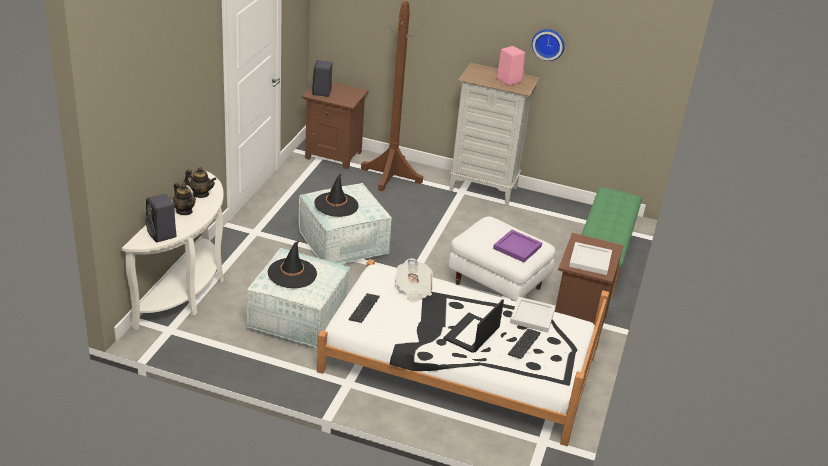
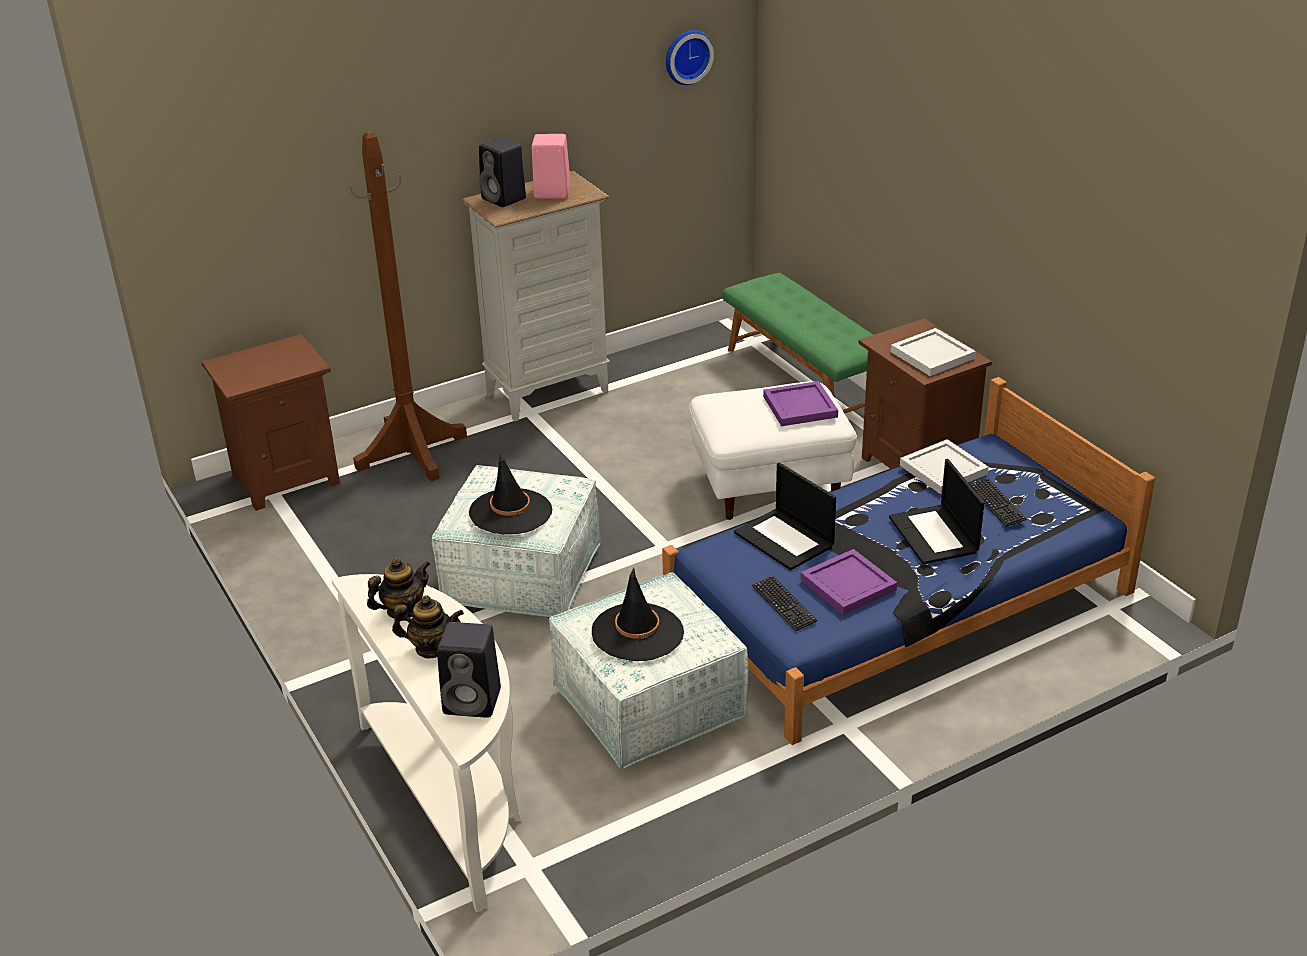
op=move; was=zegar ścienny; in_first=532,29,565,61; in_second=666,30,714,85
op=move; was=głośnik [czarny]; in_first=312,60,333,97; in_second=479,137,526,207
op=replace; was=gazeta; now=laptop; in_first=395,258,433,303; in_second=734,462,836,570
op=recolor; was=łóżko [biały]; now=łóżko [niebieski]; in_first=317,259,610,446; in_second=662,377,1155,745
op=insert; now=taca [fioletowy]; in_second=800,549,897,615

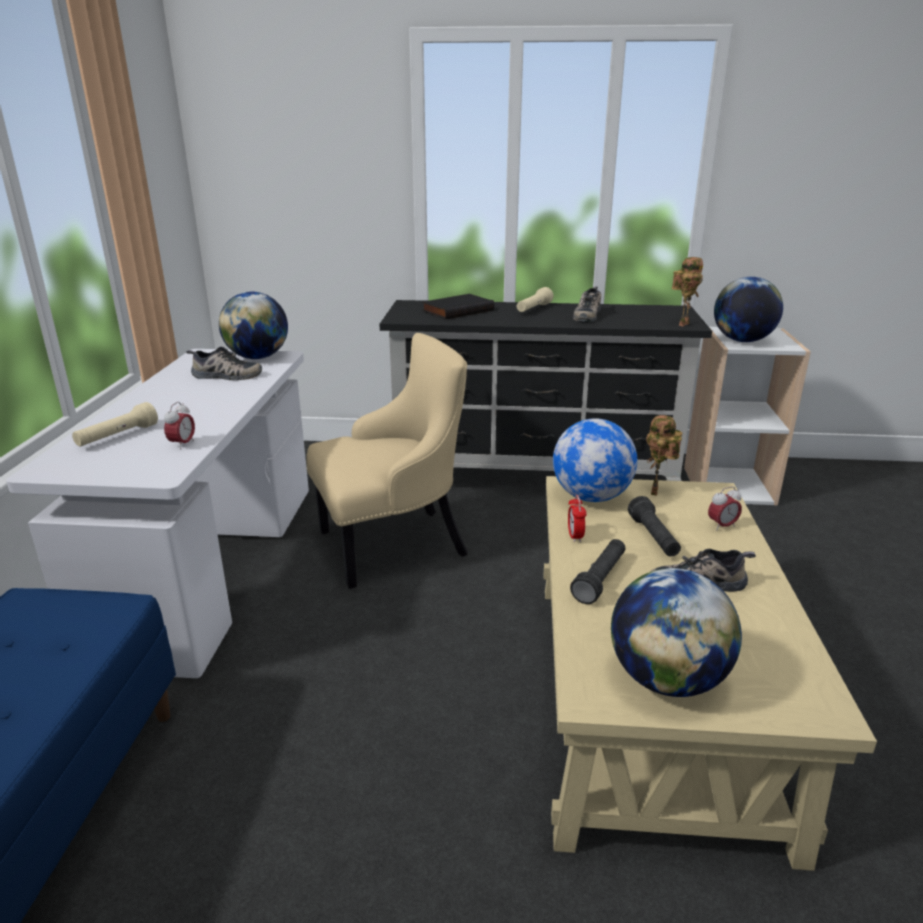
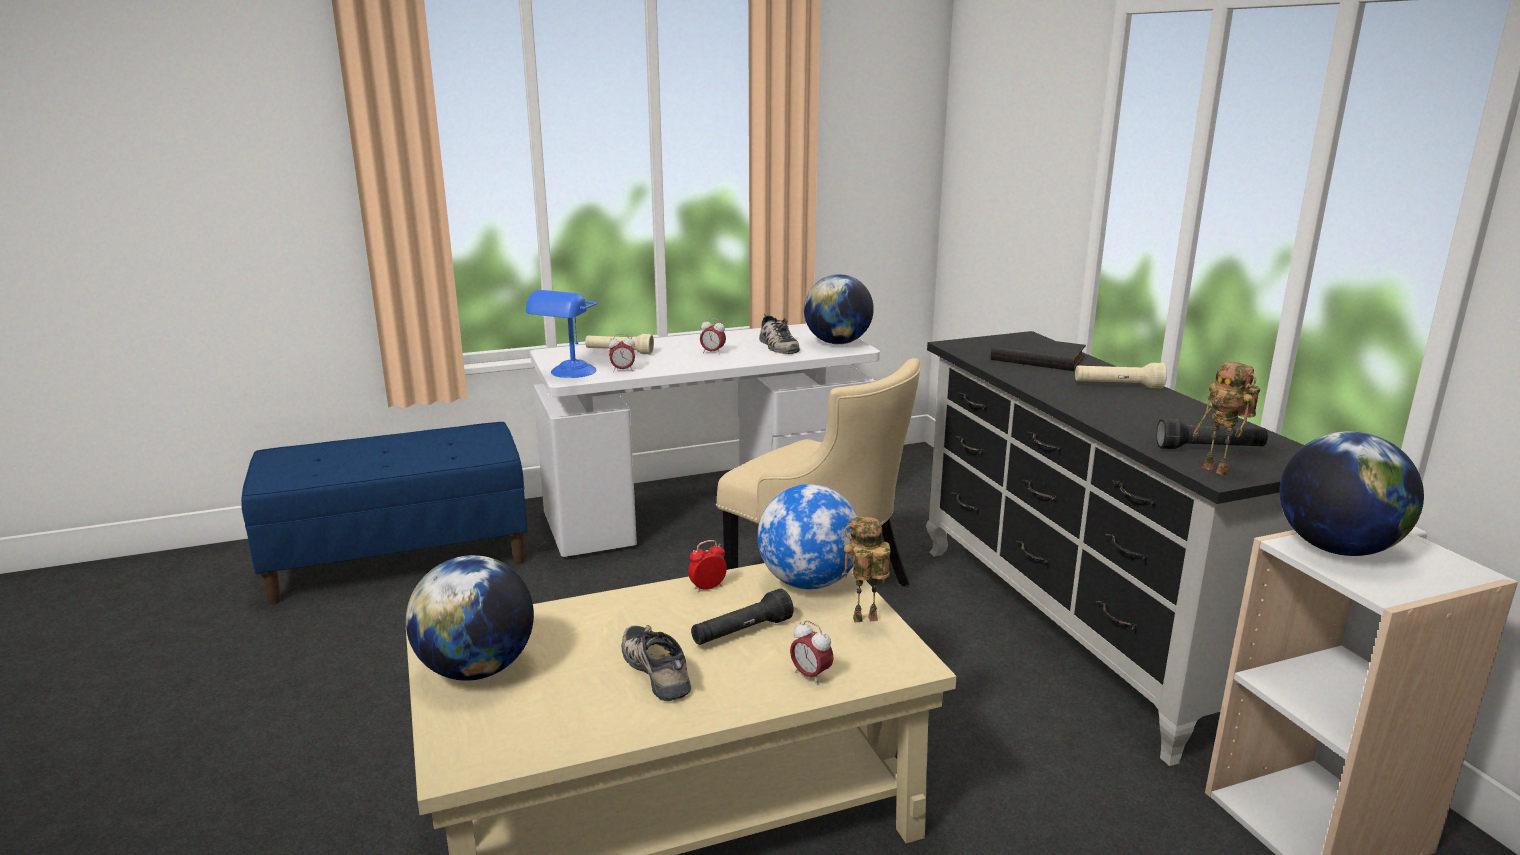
op=rotate; was=robot zabawkowy; in_first=672,257,703,326; in_second=1193,362,1260,475; clockwise=45
op=delete; was=but; in_first=573,286,601,322
op=move; was=latarka [czarny]; in_first=570,539,625,604; in_second=1156,419,1268,449
op=insert; now=lampa stołowa [niebieski]; in_second=526,290,597,378
op=insert; now=budzik; in_second=700,318,726,355

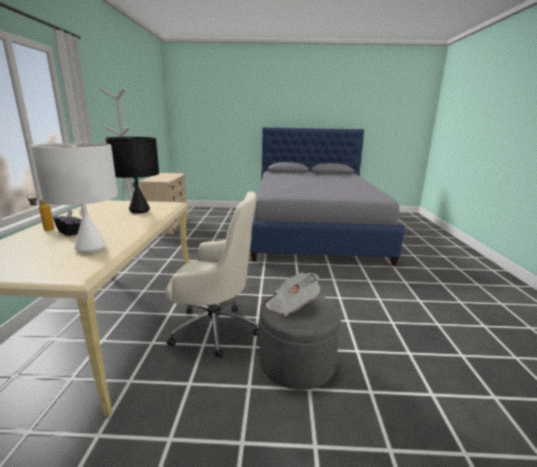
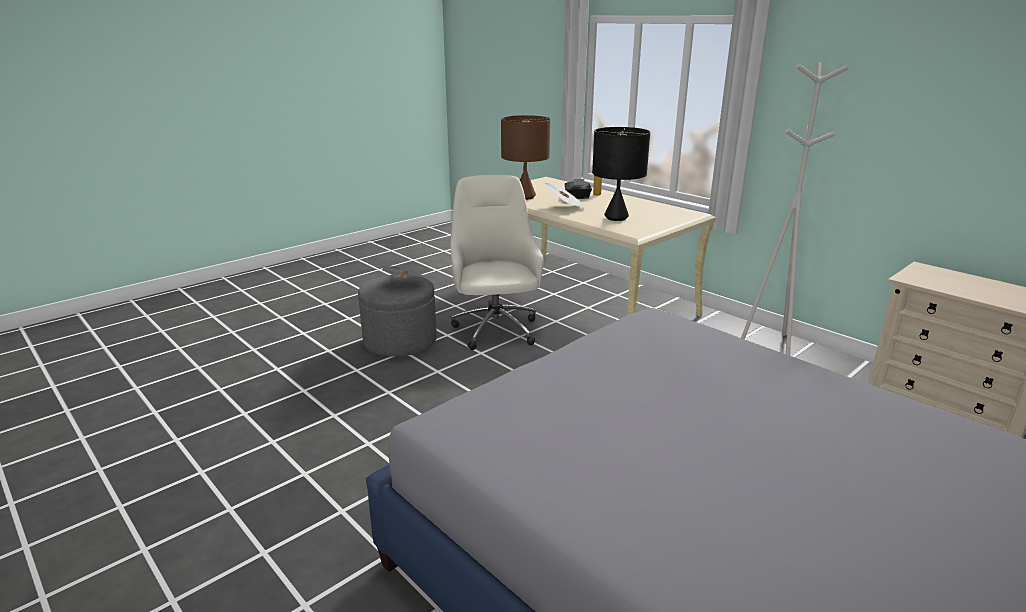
op=recolor; was=lampa stołowa [biały]; now=lampa stołowa [brązowy]; in_first=31,143,118,253; in_second=501,115,550,200
op=rotate; was=krzesło biurowe [beżowy]; in_first=166,192,260,358; in_second=450,175,543,350; clockwise=120
op=insert; now=gazeta; in_second=544,182,587,210

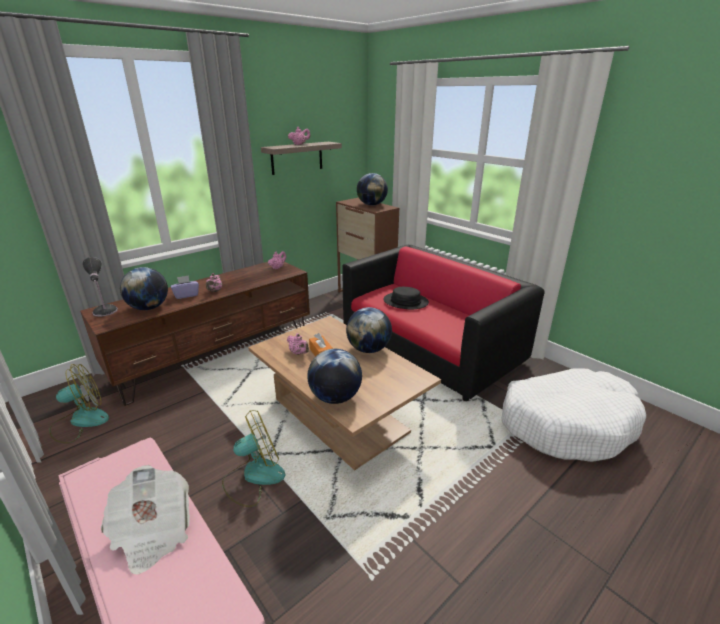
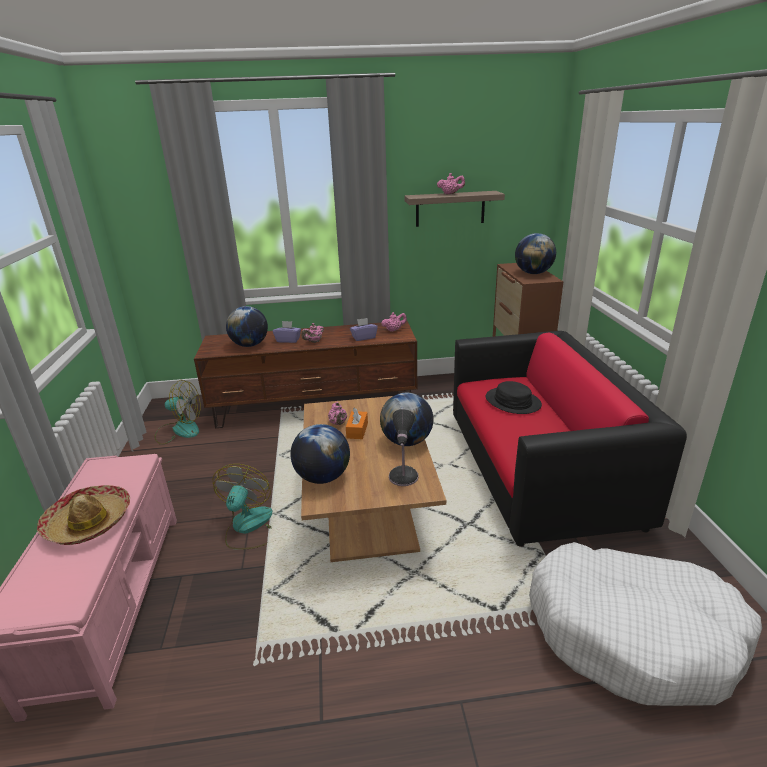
op=move; was=lampa stołowa; in_first=82,257,118,317; in_second=389,409,419,486
op=rotate; was=wentylator; in_first=222,410,286,507; in_second=212,464,273,550; clockwise=-90
op=replace; was=gazeta; now=kapelusz; in_first=101,465,190,575; in_second=37,485,130,545
op=insert; now=pudełko chusteczek [fioletowy]; in_second=350,318,378,341

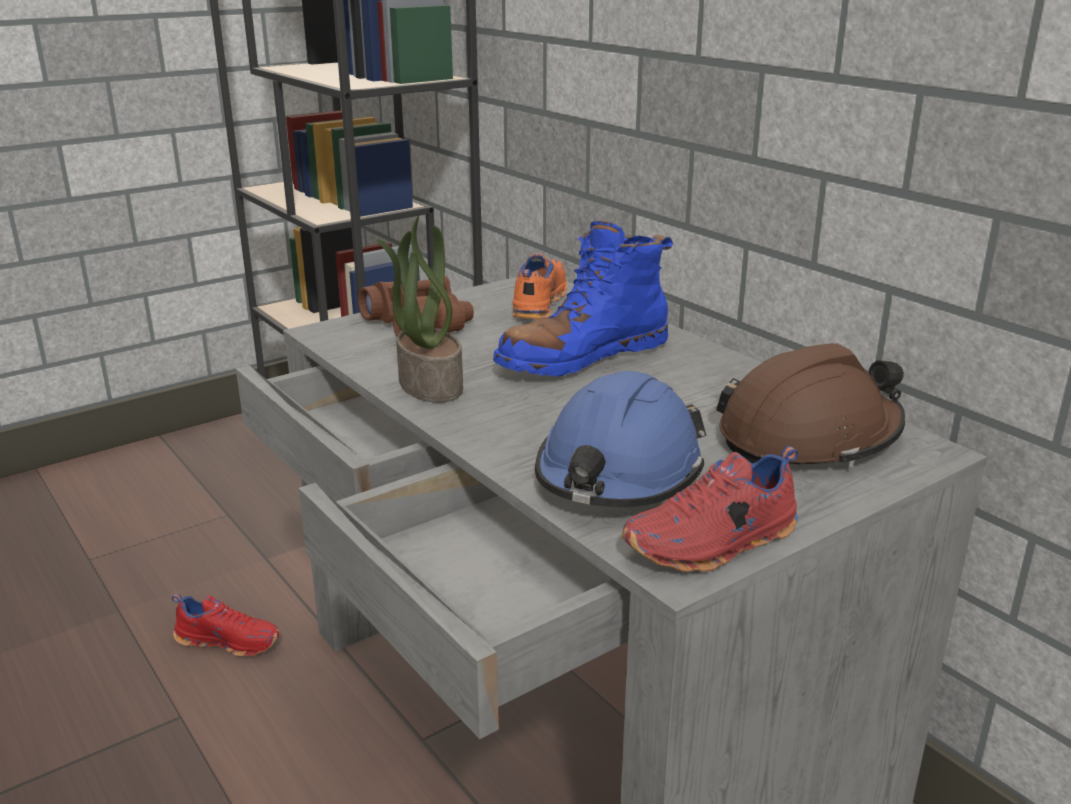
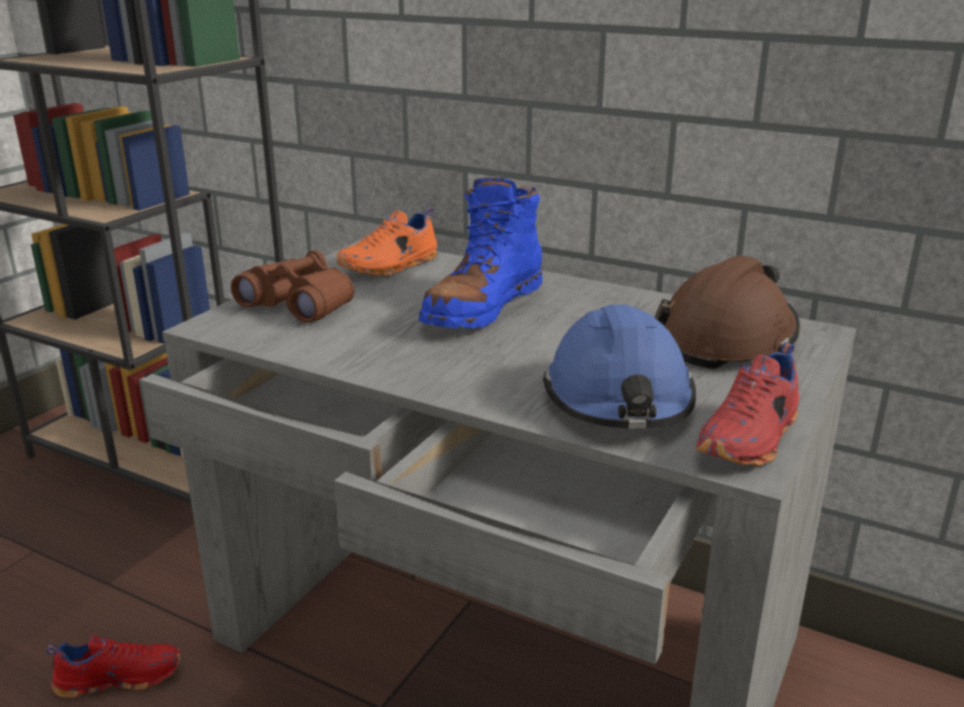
op=delete; was=roślina doniczkowa; in_first=376,216,463,403
op=rotate; was=but [pomarańczowy]; in_first=512,254,567,320; in_second=336,207,439,276; clockwise=-120

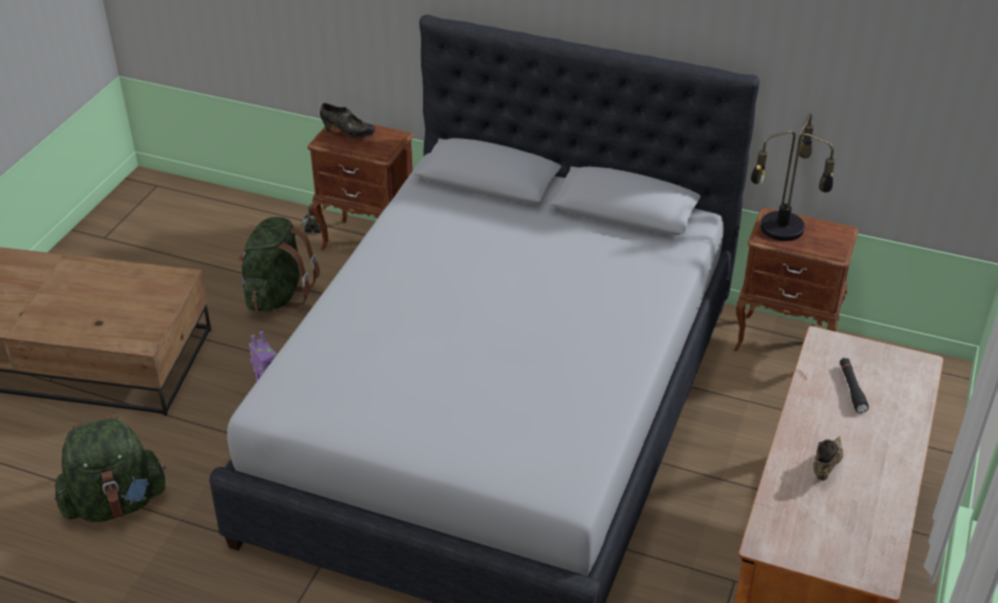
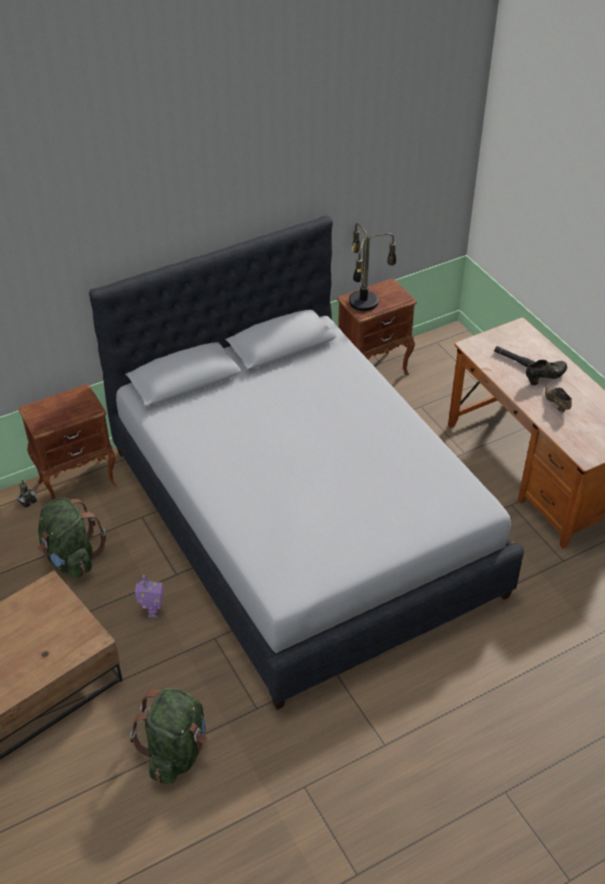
op=move; was=but [czarny]; in_first=320,103,375,138; in_second=526,360,567,385

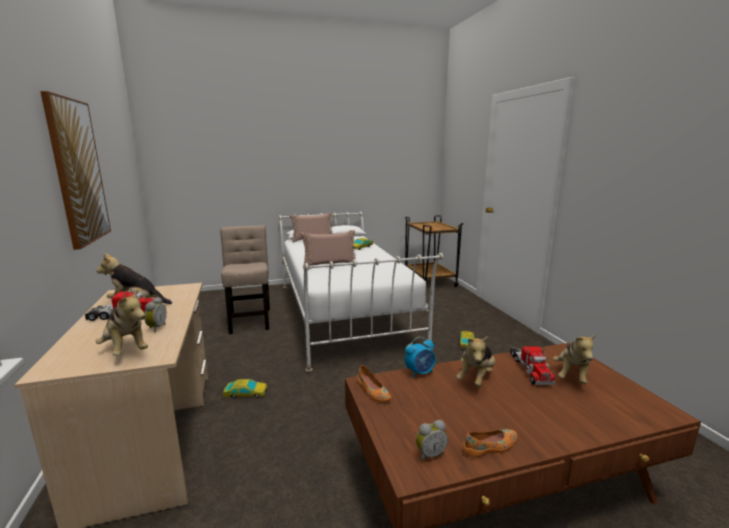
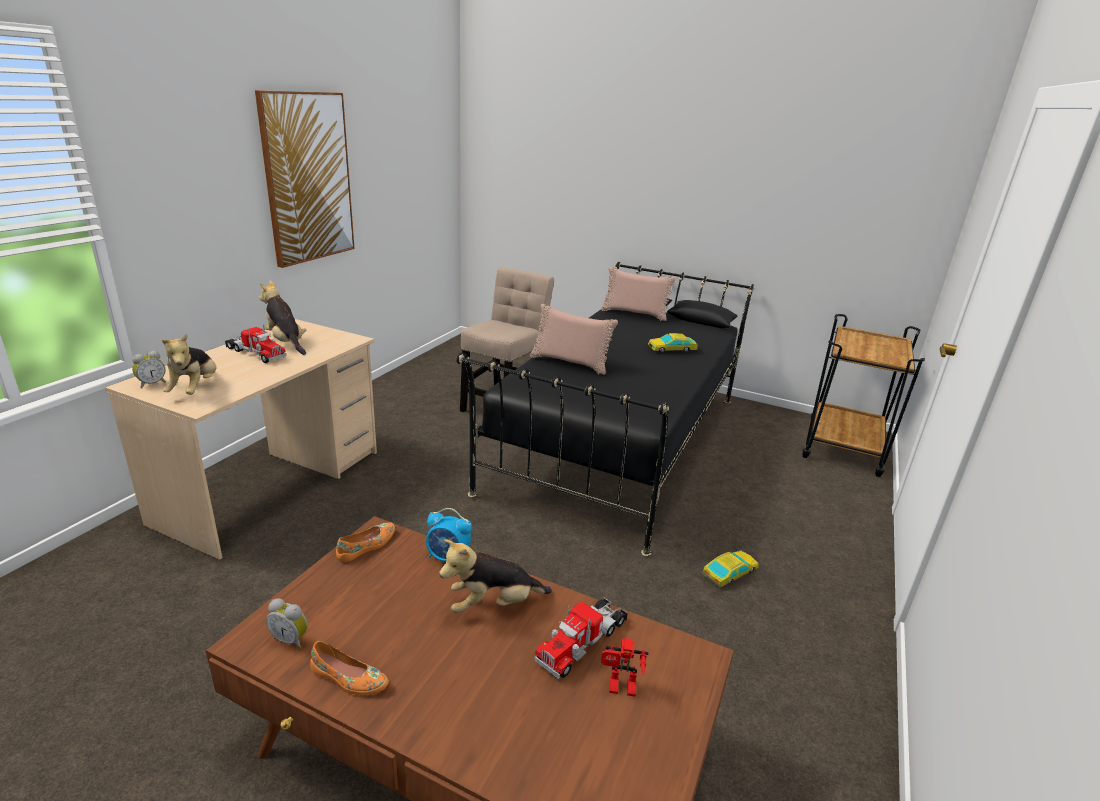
op=recolor; was=łóżko [biały]; now=łóżko [czarny]; in_first=279,211,444,372; in_second=456,262,755,557
op=move; was=budzik; in_first=144,297,167,332; in_second=132,351,166,388
op=replace; was=pluszak; now=robot zabawkowy; in_first=553,334,596,384; in_second=601,638,648,697
op=rotate; was=but [pomarańczowy]; in_first=357,365,392,402; in_second=336,522,395,562; clockwise=-150
op=delete; was=samochodzik; in_first=223,379,267,399

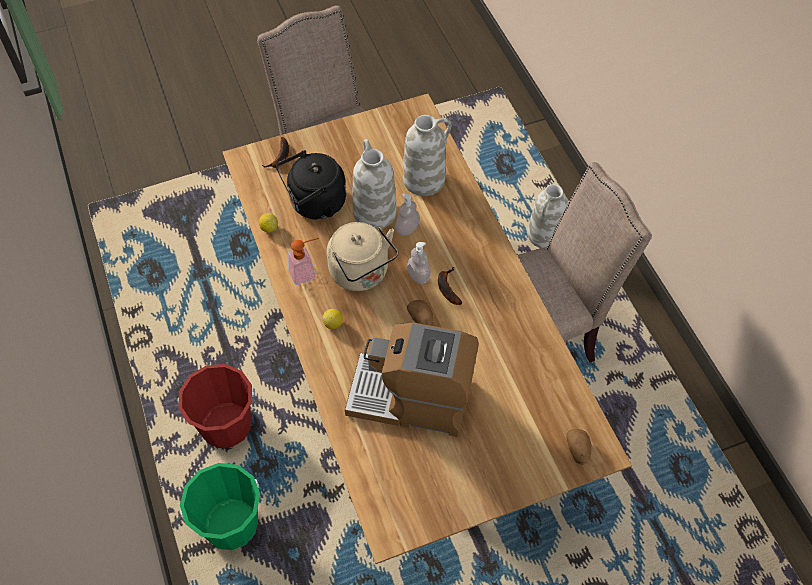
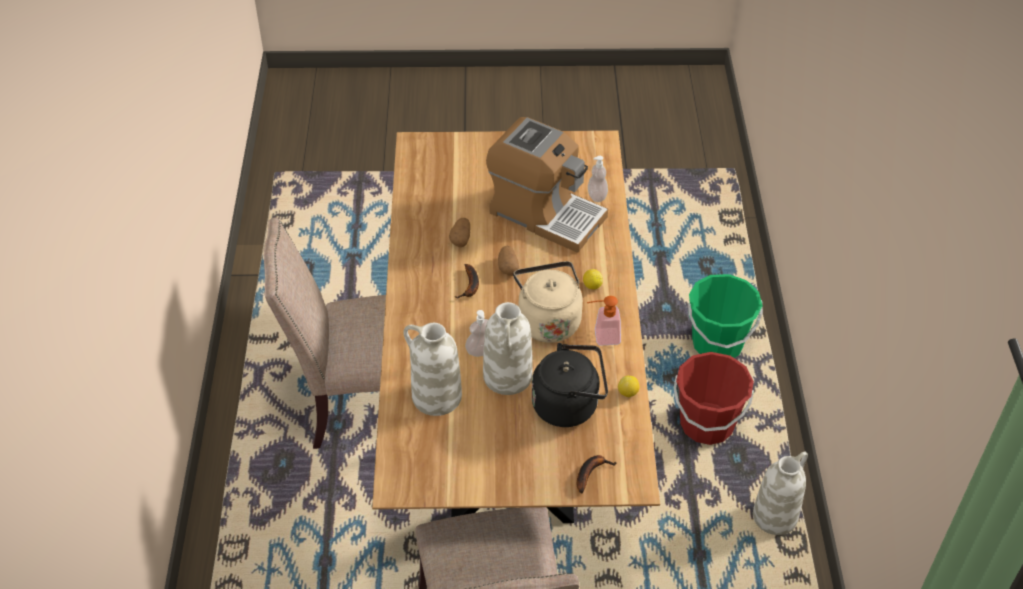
op=move; was=wazon [biały]; in_first=528,184,568,249; in_second=753,452,808,535
op=move; was=dozownik mydła; in_first=407,242,431,284; in_second=588,156,608,202
op=move; was=ziemniak; in_first=566,429,592,465; in_second=449,218,470,247

